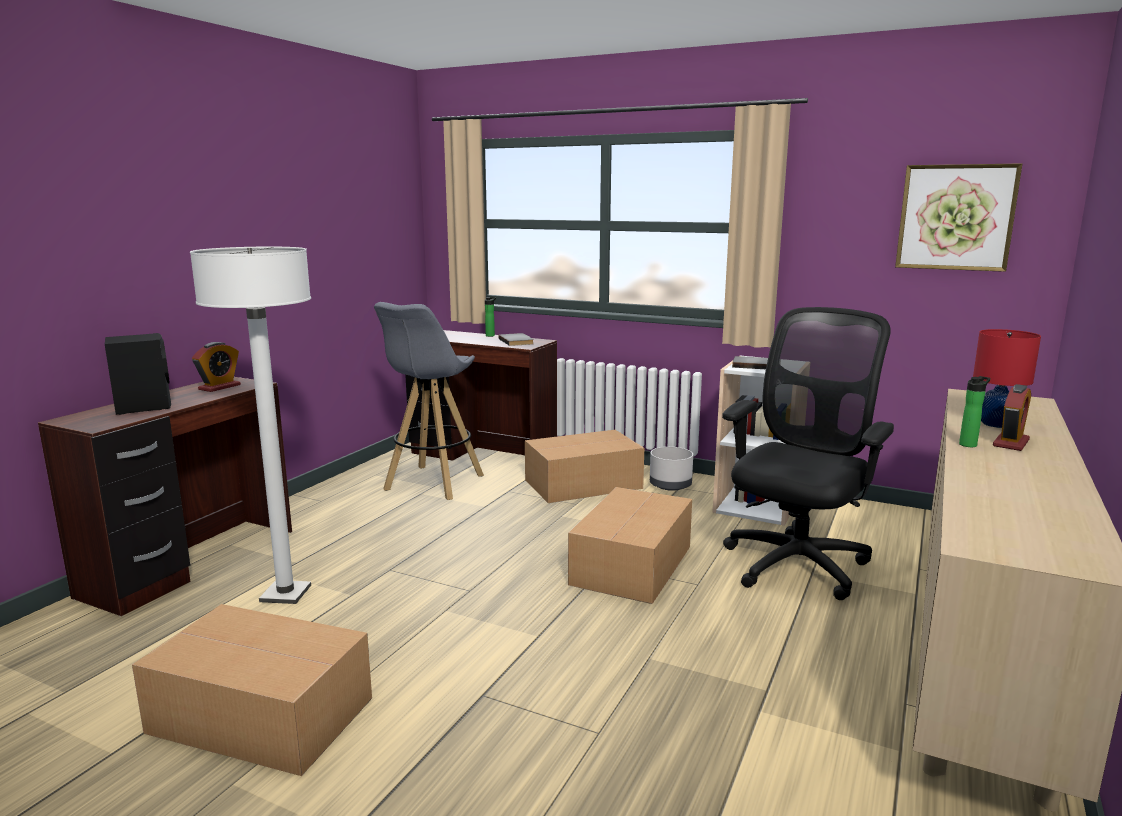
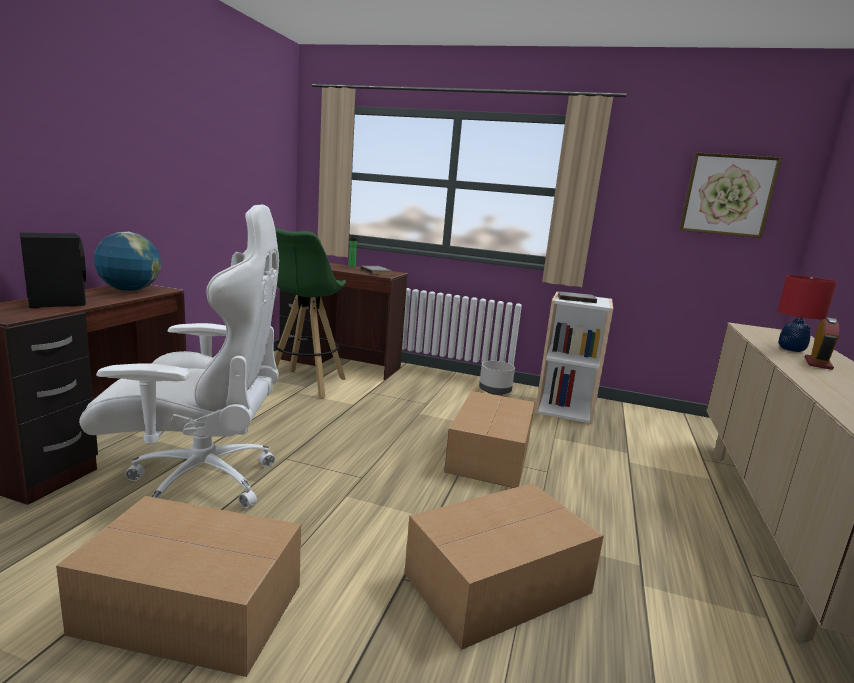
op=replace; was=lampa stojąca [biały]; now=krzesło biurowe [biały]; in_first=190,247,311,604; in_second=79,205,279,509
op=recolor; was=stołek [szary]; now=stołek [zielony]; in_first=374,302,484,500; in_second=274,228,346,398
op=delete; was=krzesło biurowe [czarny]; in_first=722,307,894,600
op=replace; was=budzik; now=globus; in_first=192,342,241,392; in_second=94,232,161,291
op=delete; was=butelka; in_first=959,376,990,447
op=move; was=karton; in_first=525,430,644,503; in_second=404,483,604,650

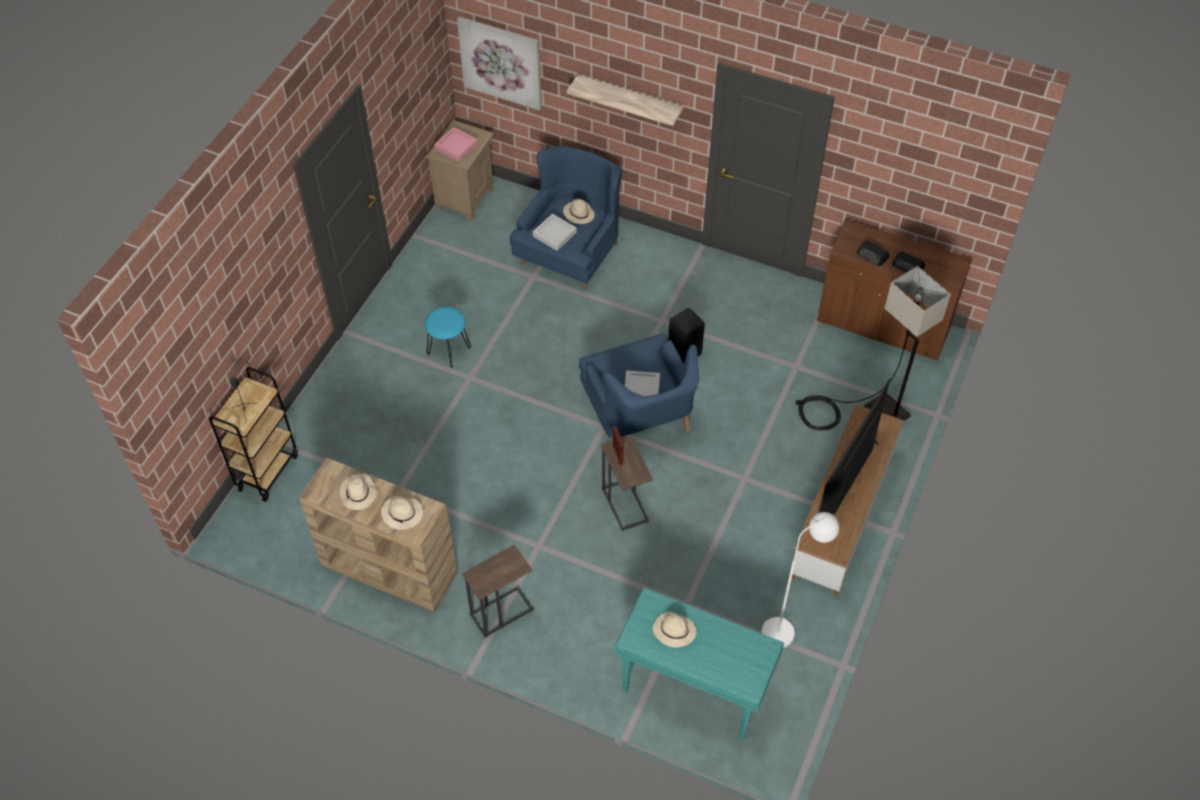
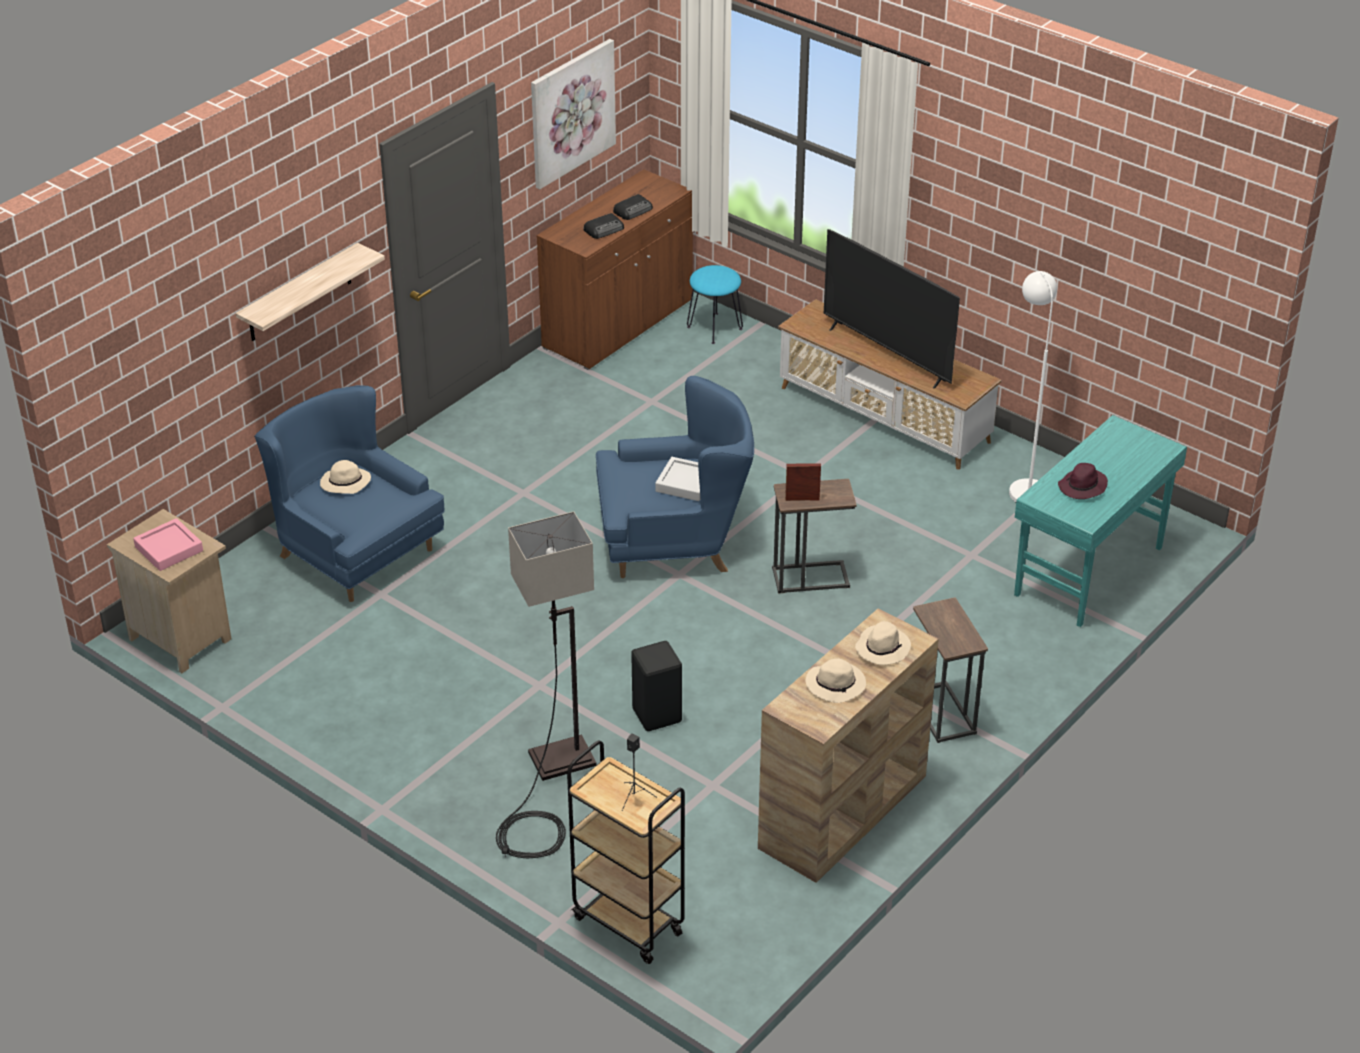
op=move; was=obraz; in_first=457,17,542,111; in_second=531,39,616,189
op=delete; was=taca [szary]; in_first=533,214,577,251
op=move; was=lampa stojąca; in_first=796,266,951,430; in_second=496,511,596,858
op=move; was=stołek [turkusowy]; in_first=424,307,471,368; in_second=687,265,743,344
op=move; was=stołek [czarny]; in_first=668,308,705,364; in_second=631,641,682,731
op=recolor; was=kapelusz [beżowy]; now=kapelusz [fioletowy]; in_first=653,611,696,648; in_second=1058,463,1108,499

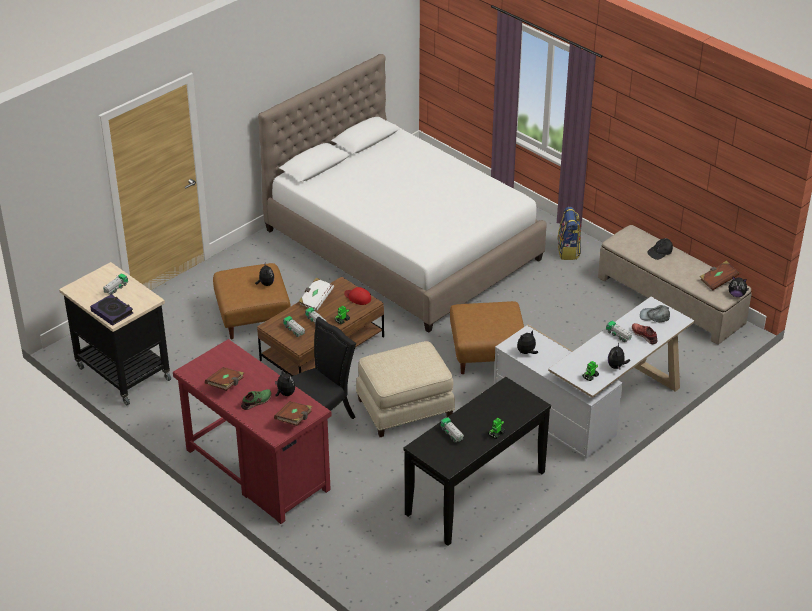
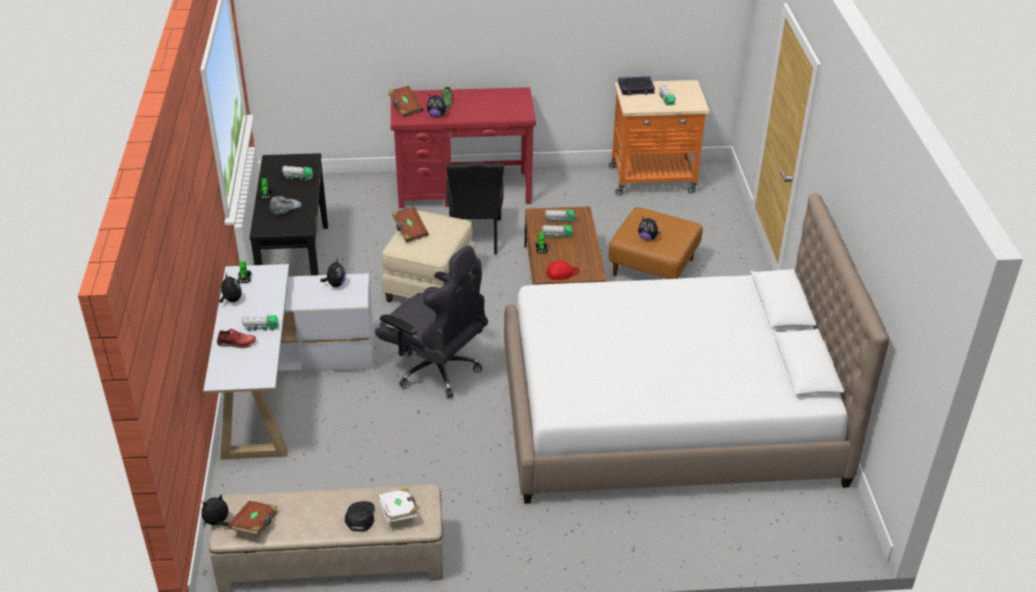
op=delete; was=plecak; in_first=558,207,581,260
op=recolor; was=wózek [czarny]; now=wózek [pomarańczowy]; in_first=59,262,171,405; in_second=609,80,710,196
op=move; was=książka [biały]; in_first=298,278,334,311; in_second=377,488,418,523
op=replace; was=pufa [brązowy]; now=krzesło biurowe [czarny]; in_first=450,301,524,374; in_second=375,245,488,399
op=move; was=czapka z daszkiem [szary]; in_first=640,305,670,323; in_second=269,196,302,215
op=move; was=książka [brązowy]; in_first=205,367,244,391; in_second=392,206,429,242

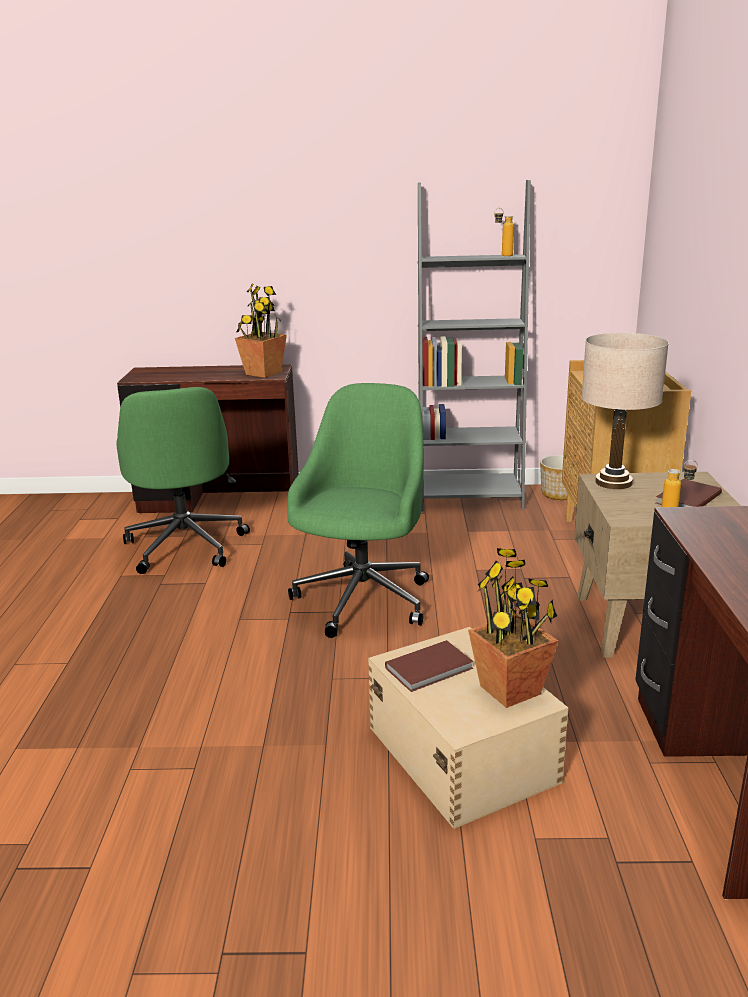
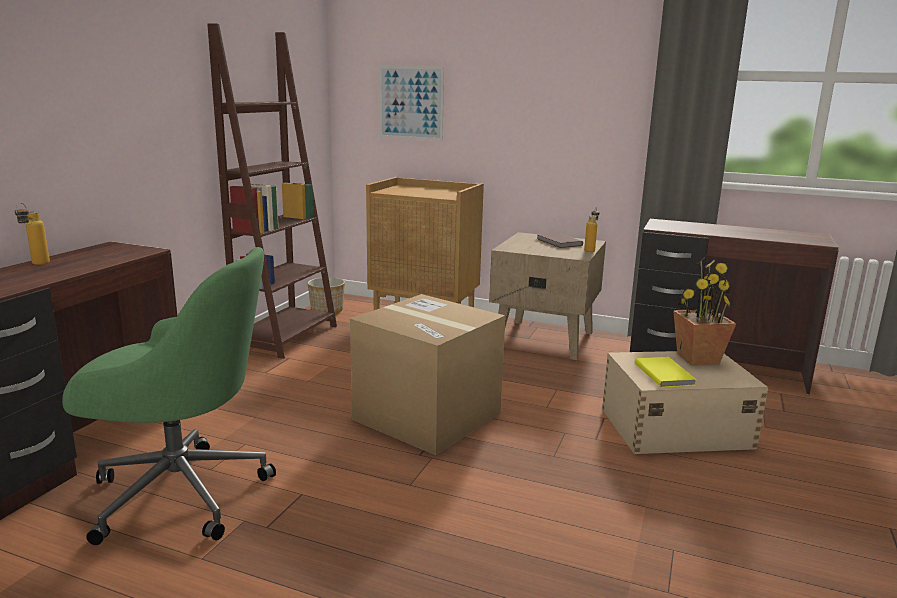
op=recolor; was=regał [szary]; now=regał [brązowy]; in_first=418,180,531,511; in_second=207,23,337,359
op=move; was=butelka; in_first=494,208,514,256; in_second=15,203,50,265
op=delete; was=roślina doniczkowa; in_first=235,283,287,378
op=delete; was=lampa stołowa [beżowy]; in_first=581,333,669,489
op=replace; was=krzesło biurowe [zielony]; now=karton; in_first=288,383,429,638; in_second=350,294,506,455
op=recolor; was=książka [brązowy]; now=książka [żółty]; in_first=385,640,474,692; in_second=635,357,697,388
op=insert; now=obraz; in_second=379,66,444,140

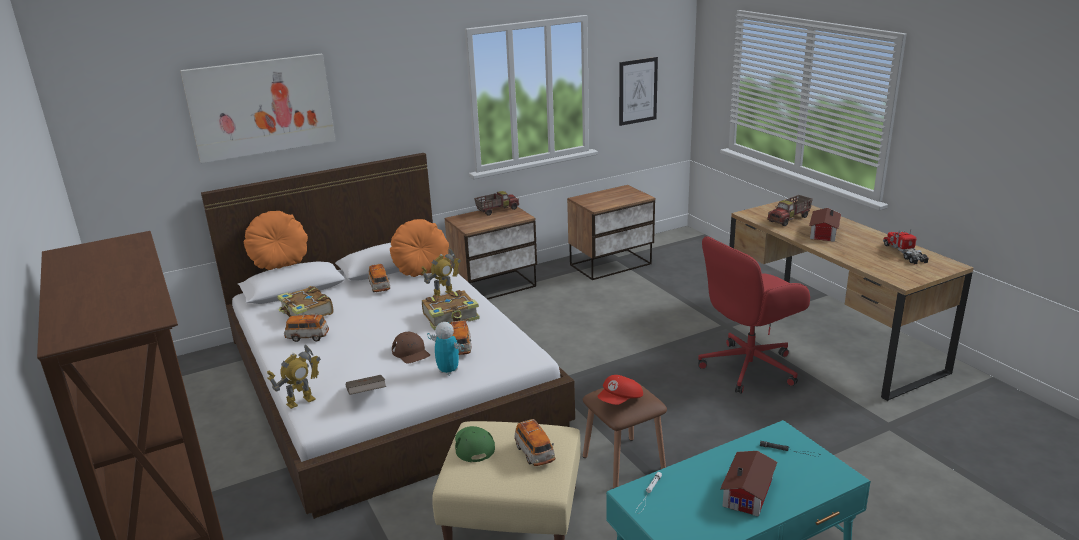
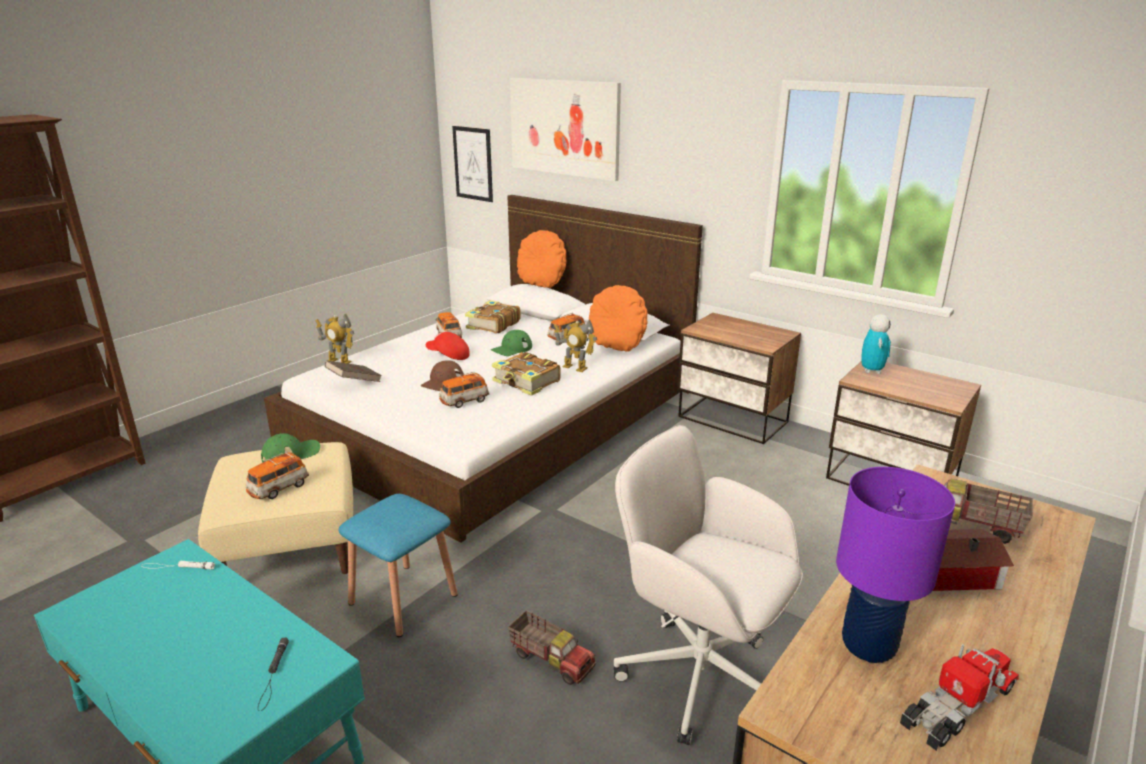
op=move; was=obraz; in_first=619,57,658,126; in_second=452,126,493,202
op=move; was=ciężarówka zabawkowa; in_first=474,191,519,216; in_second=508,610,596,685
op=recolor; was=krzesło biurowe [czerwony]; now=krzesło biurowe [biały]; in_first=698,236,810,394; in_second=614,425,803,745
op=move; was=robot zabawkowy; in_first=427,322,464,376; in_second=861,314,891,374
op=move; was=czapka z daszkiem [czerwony]; in_first=597,375,643,405; in_second=426,332,470,360
op=recolor; was=stołek [brązowy]; now=stołek [niebieski]; in_first=583,382,667,489; in_second=339,494,458,637
op=delete; was=domek; in_first=720,451,777,517
op=insert; now=czapka z daszkiem [zielony]; in_second=491,330,532,356
op=insert; now=lampa stołowa [fioletowy]; in_second=836,467,955,663

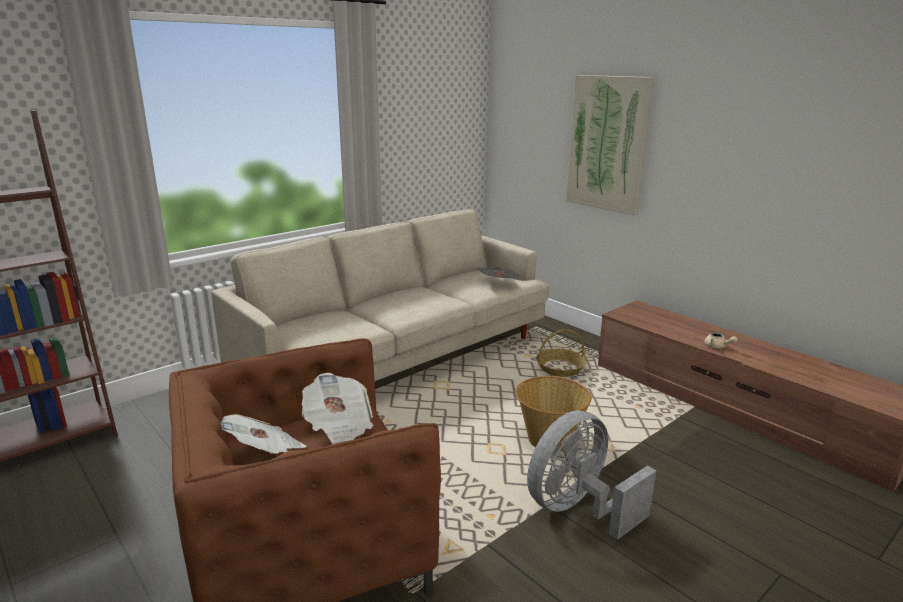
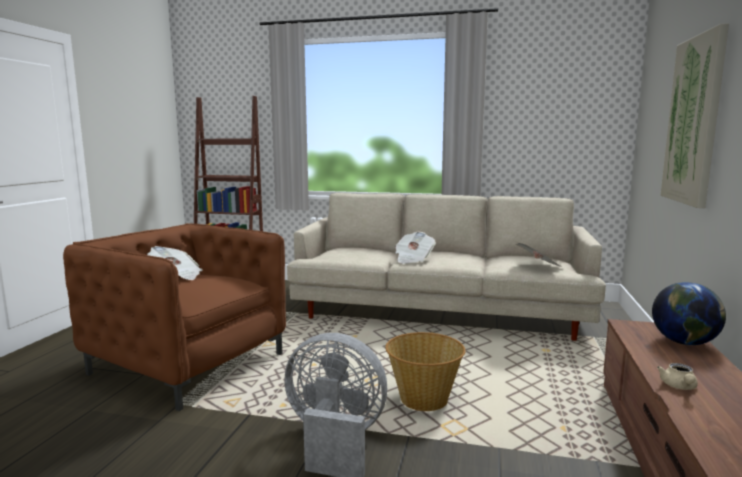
op=delete; was=koszyk; in_first=536,329,586,377
op=move; was=gazeta; in_first=302,373,373,444; in_second=395,232,436,264
op=insert; now=globus; in_second=652,282,726,345

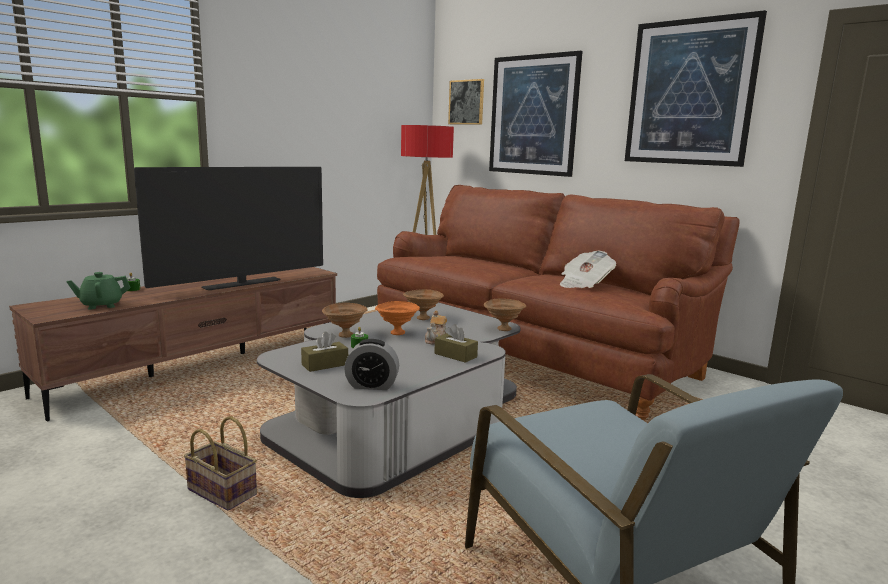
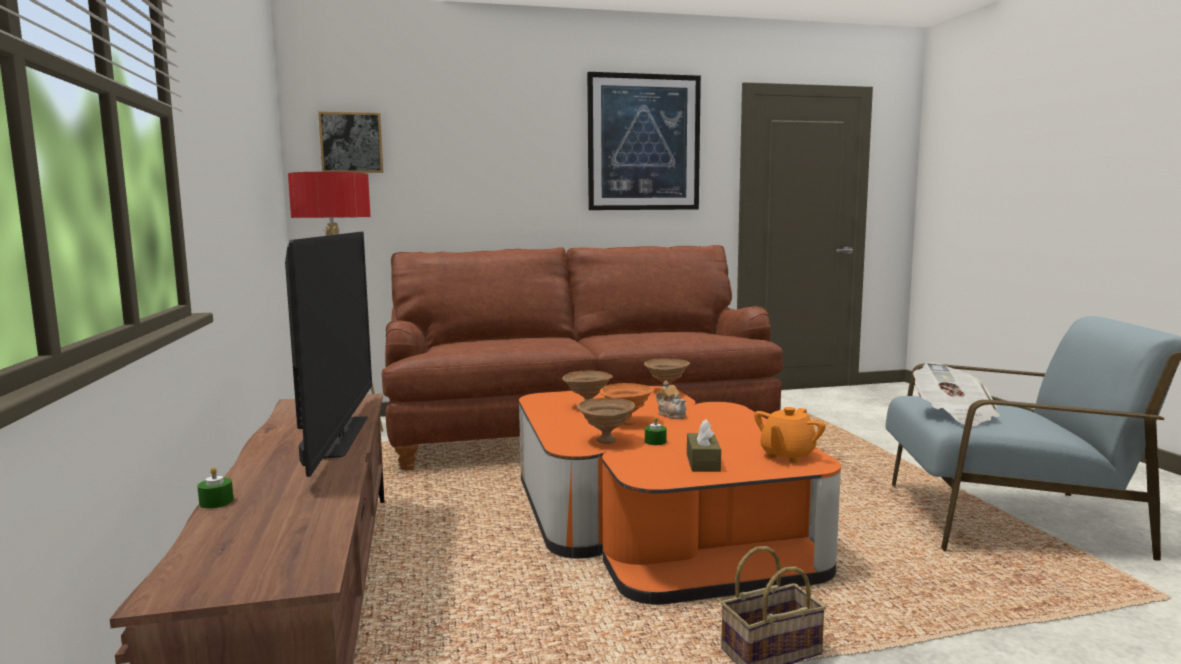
op=delete; was=obraz; in_first=489,51,583,177
op=move; was=gazeta; in_first=560,251,616,288; in_second=913,362,1000,426
op=delete; was=imbryk [zielony]; in_first=67,272,130,309
op=recolor; was=ława [szary]; now=ława [pomarańczowy]; in_first=257,303,521,498; in_second=519,386,841,605
op=delete; was=pudełko chusteczek [brązowy]; in_first=434,324,478,363
op=replace; was=budzik; now=imbryk [pomarańczowy]; in_first=344,339,399,390; in_second=754,407,826,463

